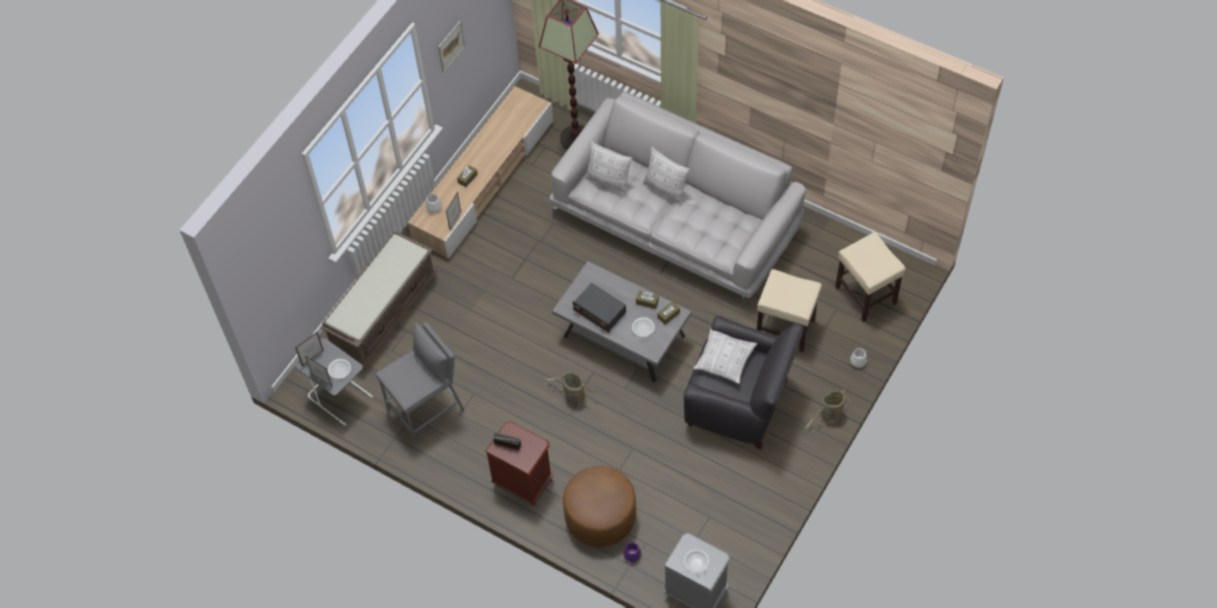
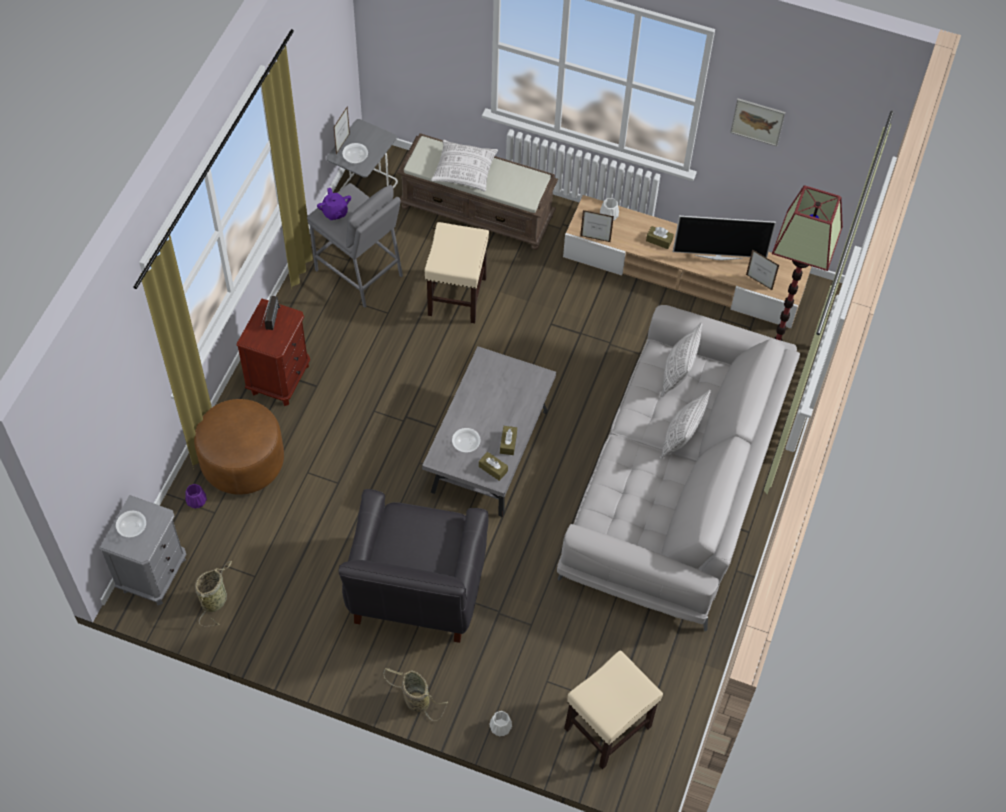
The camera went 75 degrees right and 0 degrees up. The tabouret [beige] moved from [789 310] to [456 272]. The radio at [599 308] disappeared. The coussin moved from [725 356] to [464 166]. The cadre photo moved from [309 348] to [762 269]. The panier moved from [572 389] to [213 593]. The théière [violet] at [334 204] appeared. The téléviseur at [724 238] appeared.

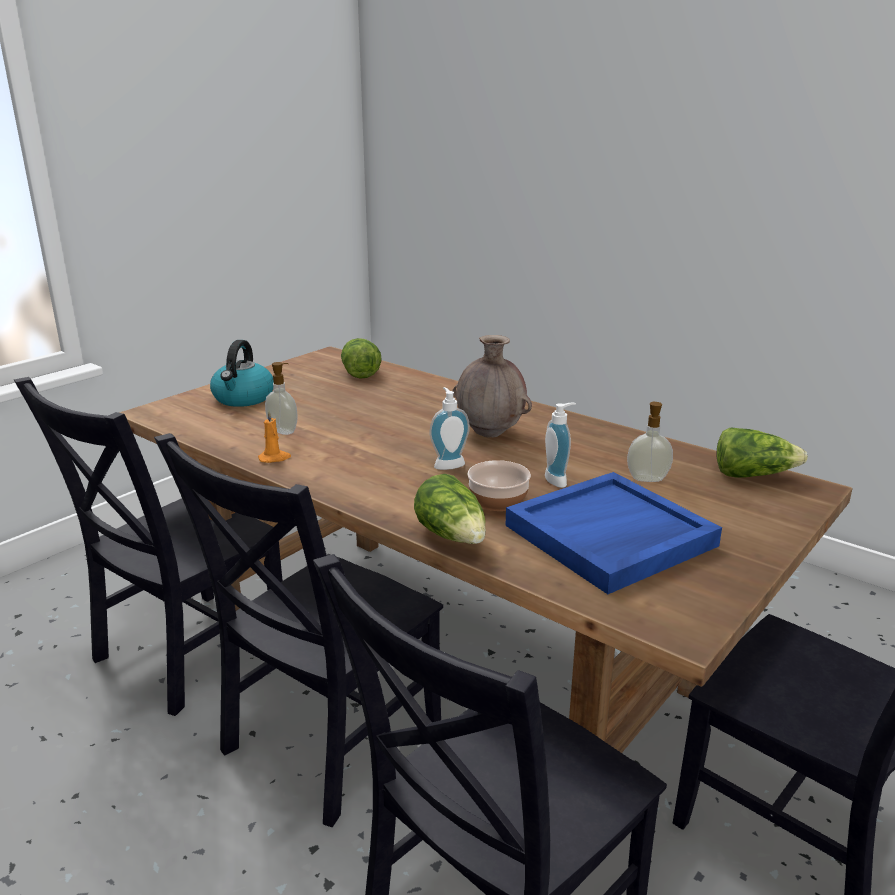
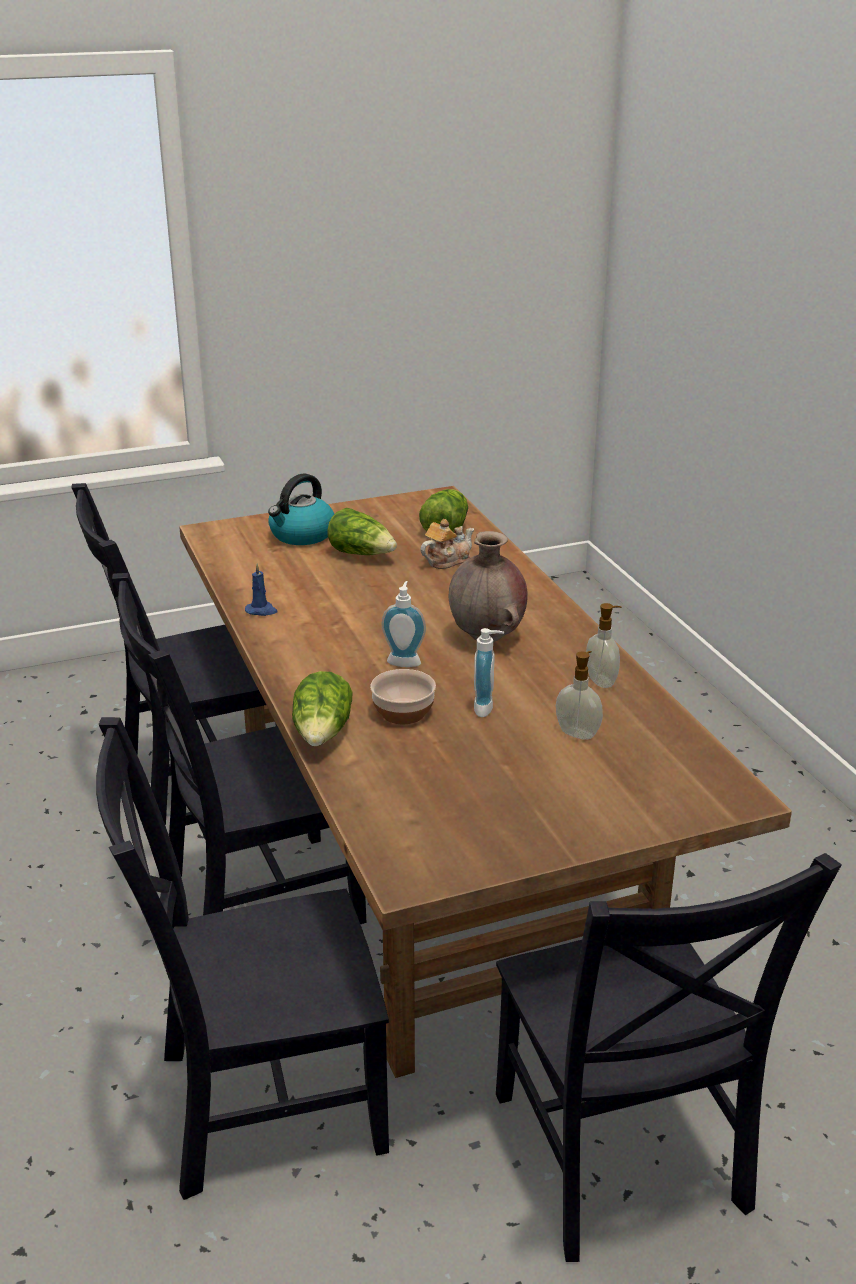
The camera went 30 degrees right and 5 degrees up. The distributeur de savon moved from [281 398] to [604 645]. The bougie [orange] at [274 436] became the bougie [bleu] at [261 589]. The laitue moved from [762 452] to [362 531]. The plateau [bleu] at [613 533] disappeared. The théière at [447 544] appeared.

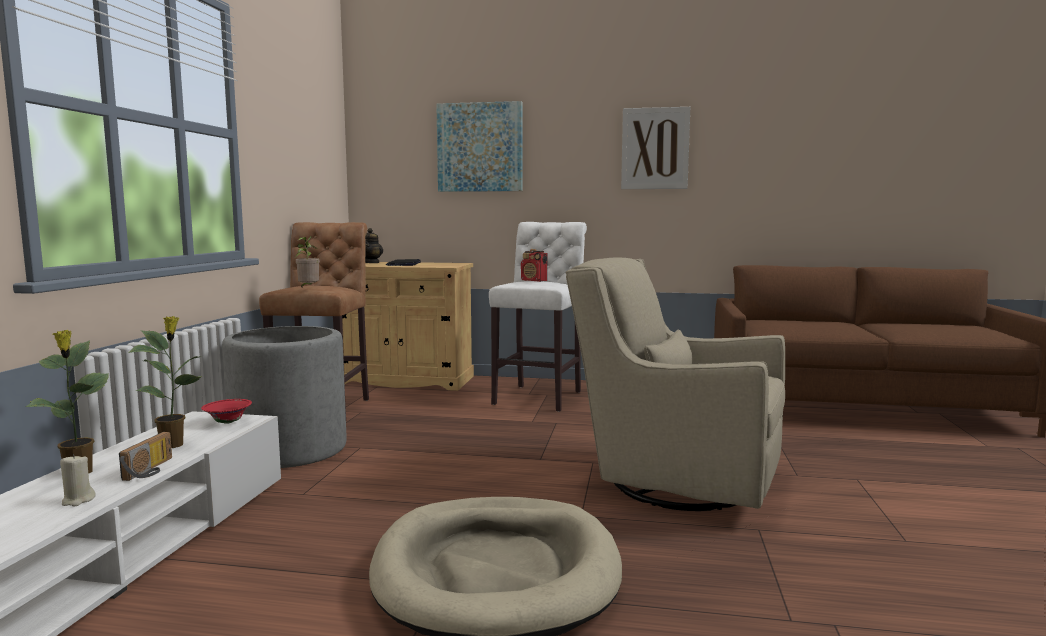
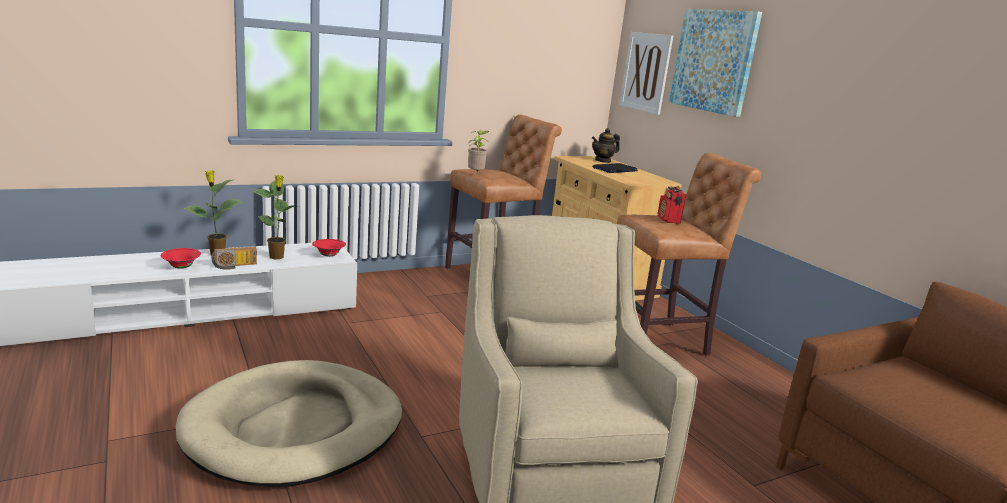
The camera went 50 degrees right and 10 degrees up. The tableau moved from [655 148] to [646 73]. The tabouret [blanc] at [538 317] became the tabouret [marron] at [689 254]. The cache-pot [gris] at [284 397] disappeared. The bougie [beige] at [77 480] was replaced by the bol [rouge] at [181 258].

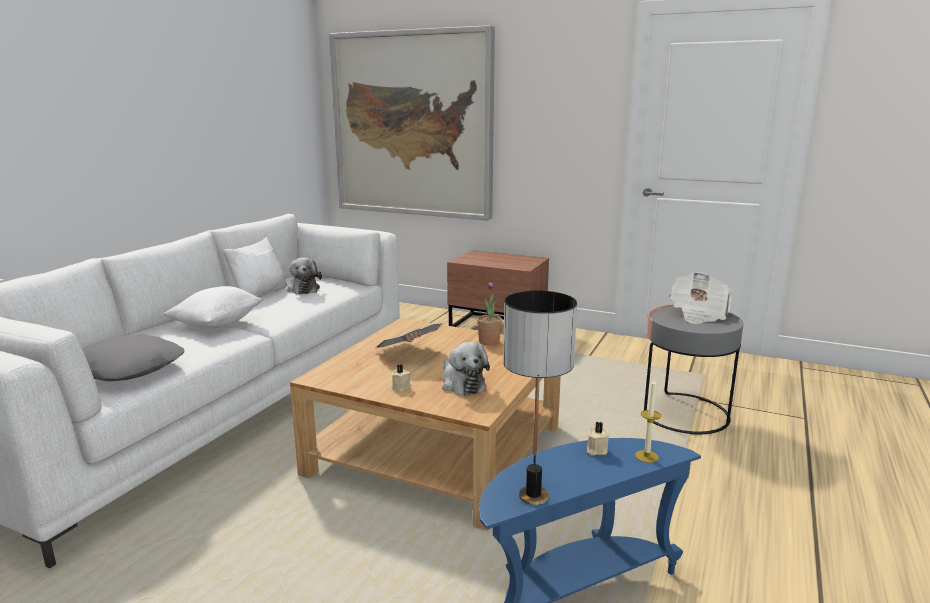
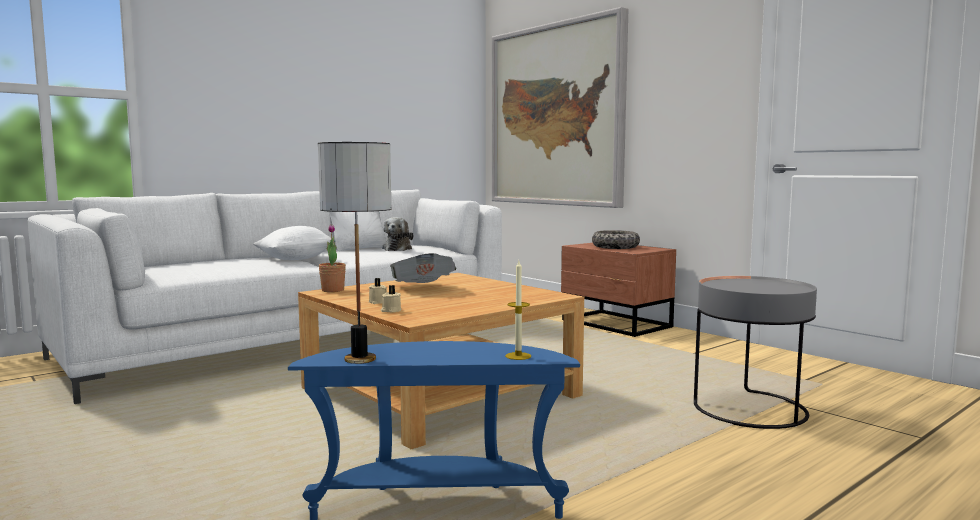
The camera went 25 degrees right and 10 degrees down. The journal at [700 298] disappeared. The plante en pot moved from [489 313] to [332 258]. The coussin [gris] at [133 357] disappeared. The peluche at [466 369] disappeared. The bougie [beige] moved from [598 439] to [391 299]. The bol at [616 239] appeared.

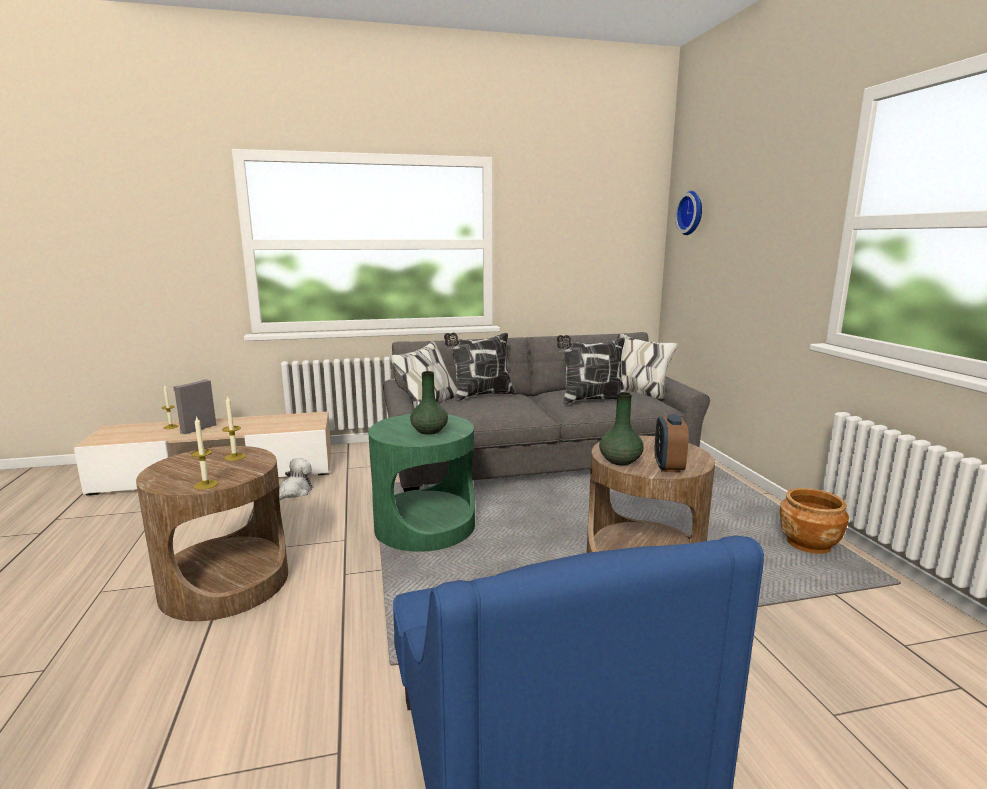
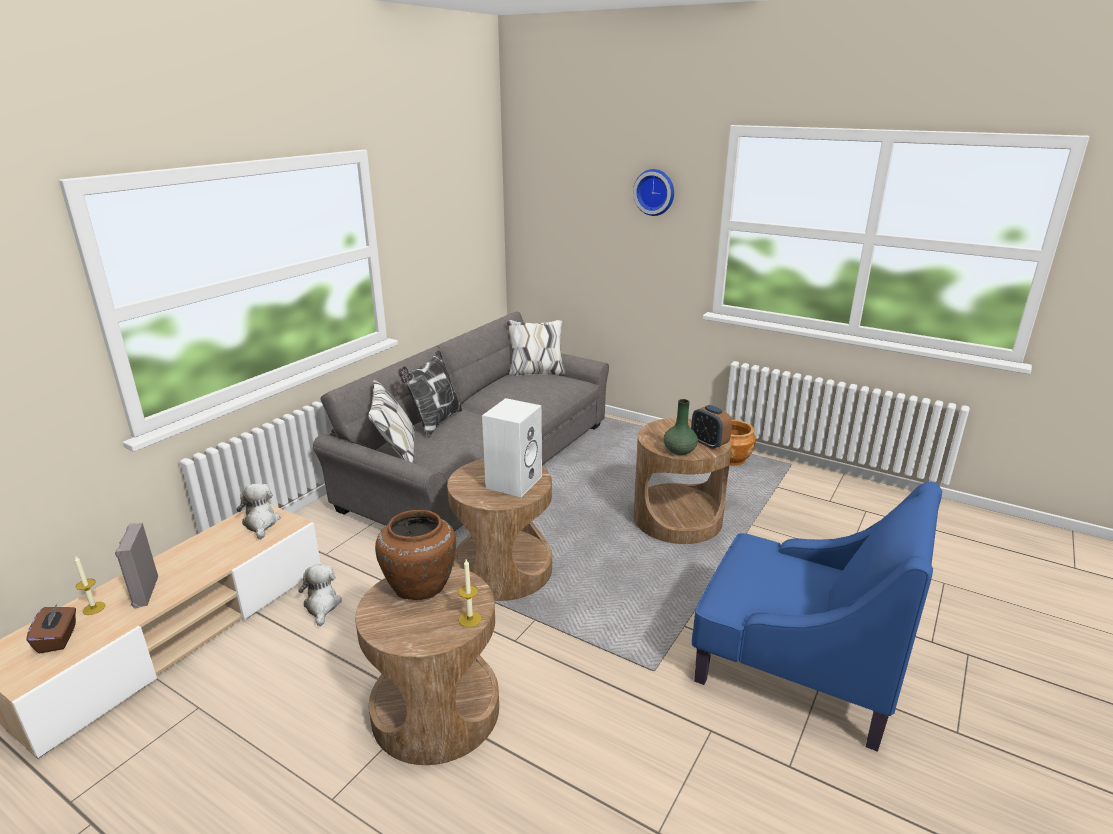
The camera went 45 degrees left and 10 degrees up. The horloge murale moved from [688 213] to [653 192]. The coussin at [591 370] disappeared. The vase [vert] at [429 403] was replaced by the enceinte [blanc] at [512 447]. The bougie at [234 428] was replaced by the vase [marron] at [415 555]. The table d'appoint [vert] at [421 483] became the table d'appoint [marron] at [499 530]. The peluche at [258 511] appeared. The boîte à mouchoirs [marron] at [51 628] appeared.

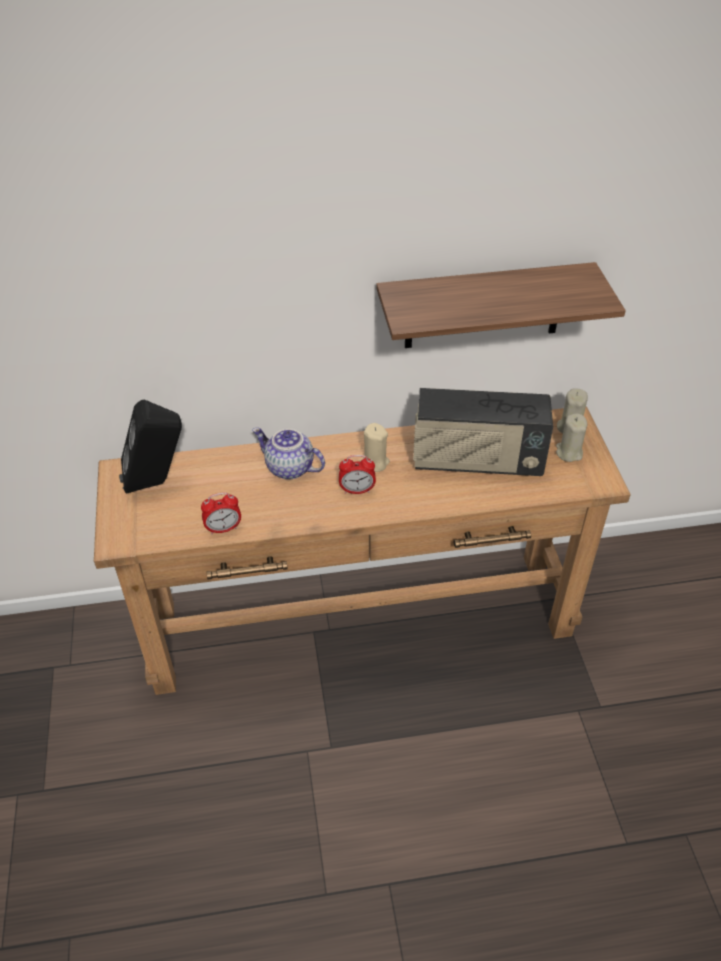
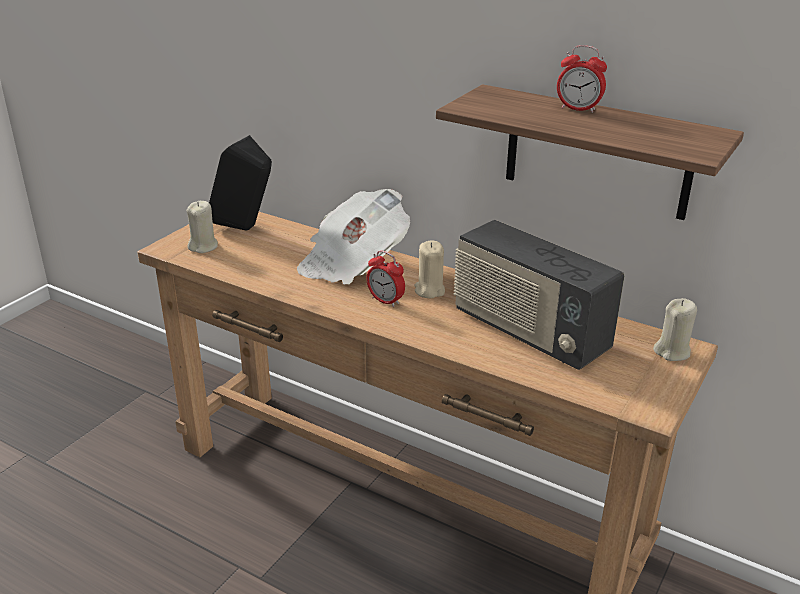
The camera went 40 degrees right and 15 degrees down. The bougie [beige] moved from [571 438] to [202 227]. The théière at [288 453] was replaced by the journal at [353 237]. The réveil moved from [221 513] to [582 79].

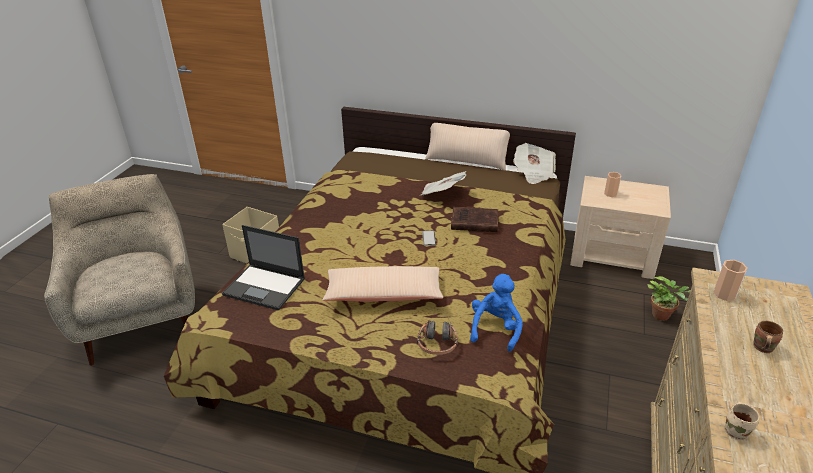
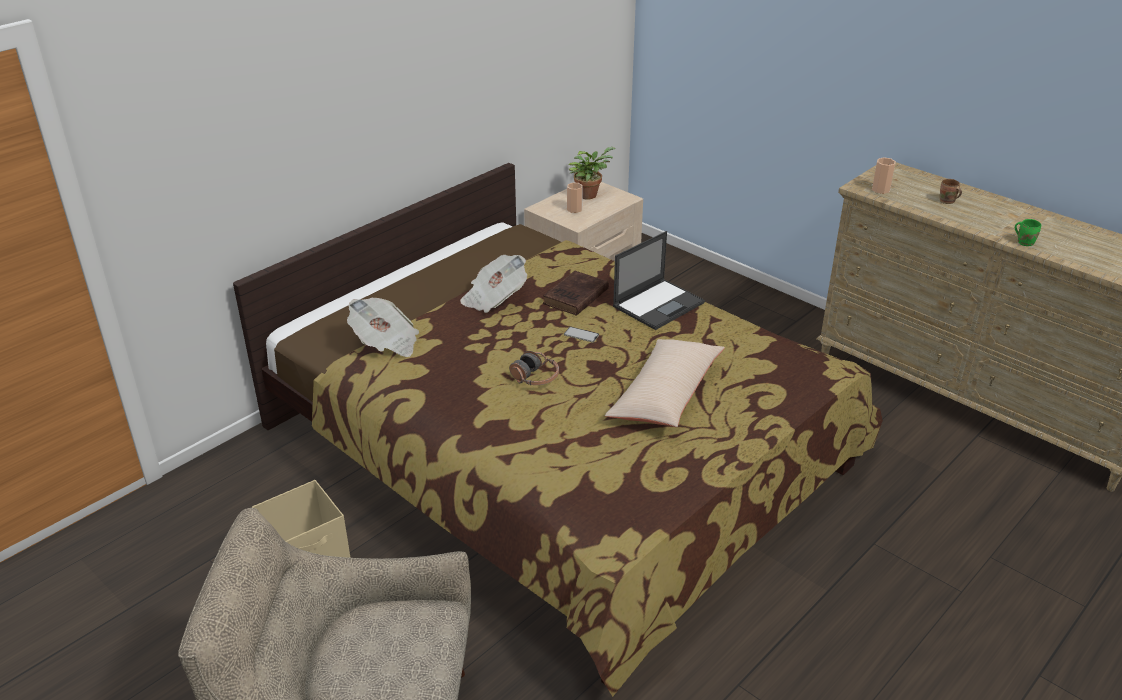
The camera went 65 degrees left and 0 degrees up. The coussin [beige] at [467 147] disappeared. The journal moved from [534 163] to [383 327]. The ordinateur portable moved from [263 268] to [659 280]. The peluche [bleu] at [496 312] disappeared. The plante en pot moved from [669 298] to [592 173]. The casque audio moved from [437 337] to [534 368]. The mug [beige] at [742 421] became the mug [vert] at [1028 232].

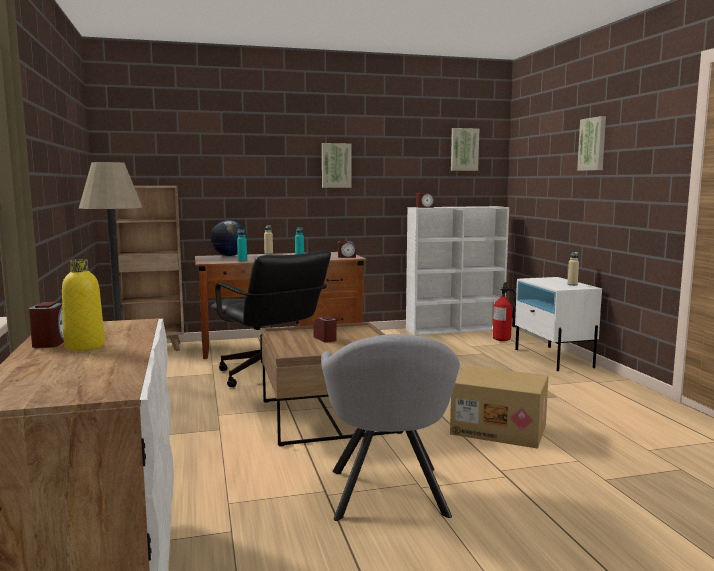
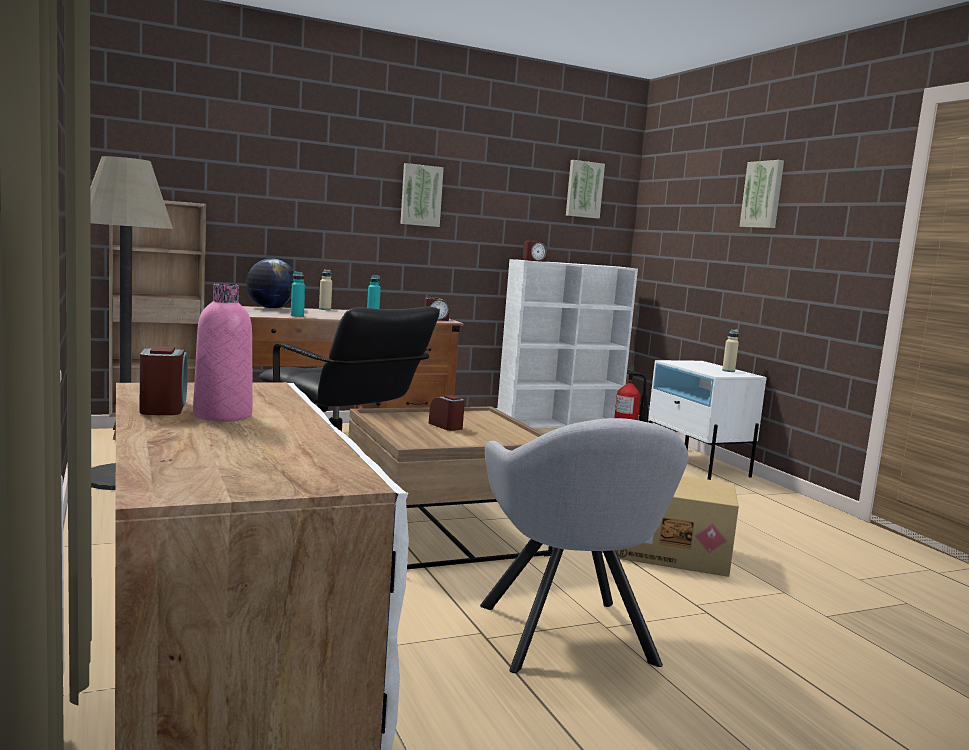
The camera went 10 degrees left and 0 degrees up. The bouteille [jaune] at [83 305] became the bouteille [rose] at [223 352].

